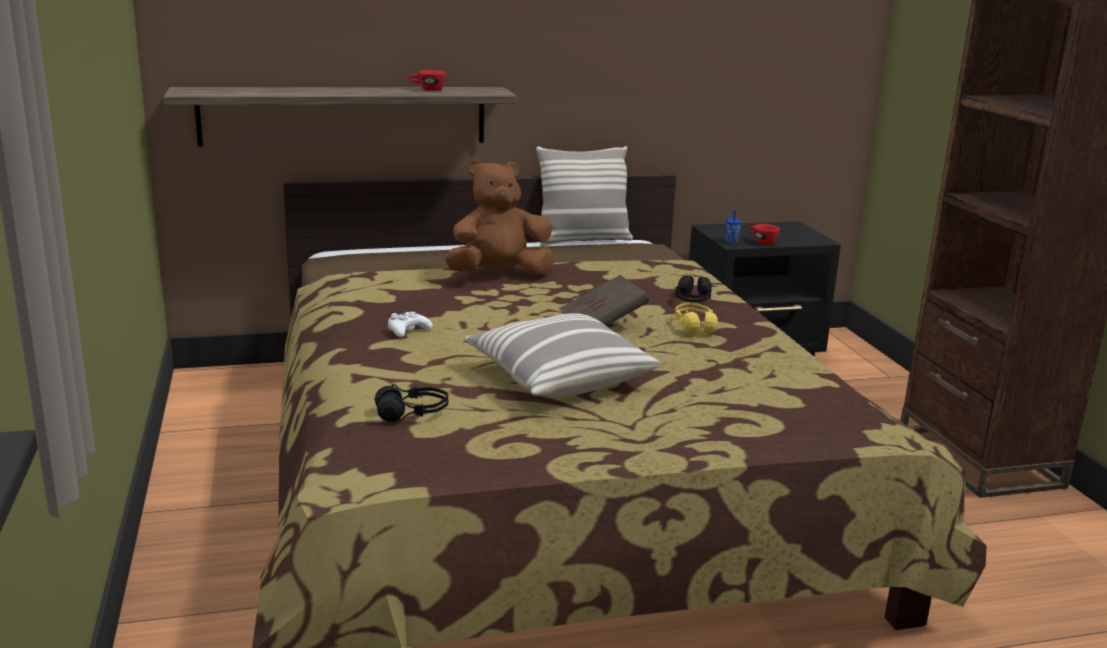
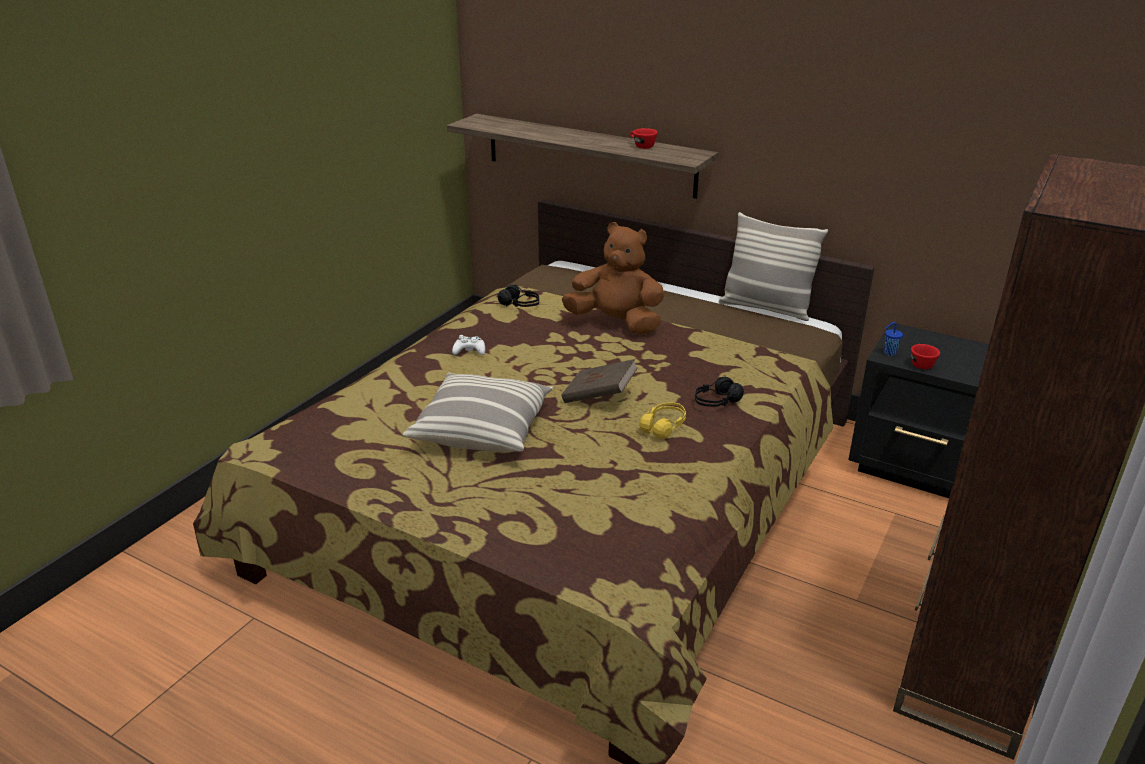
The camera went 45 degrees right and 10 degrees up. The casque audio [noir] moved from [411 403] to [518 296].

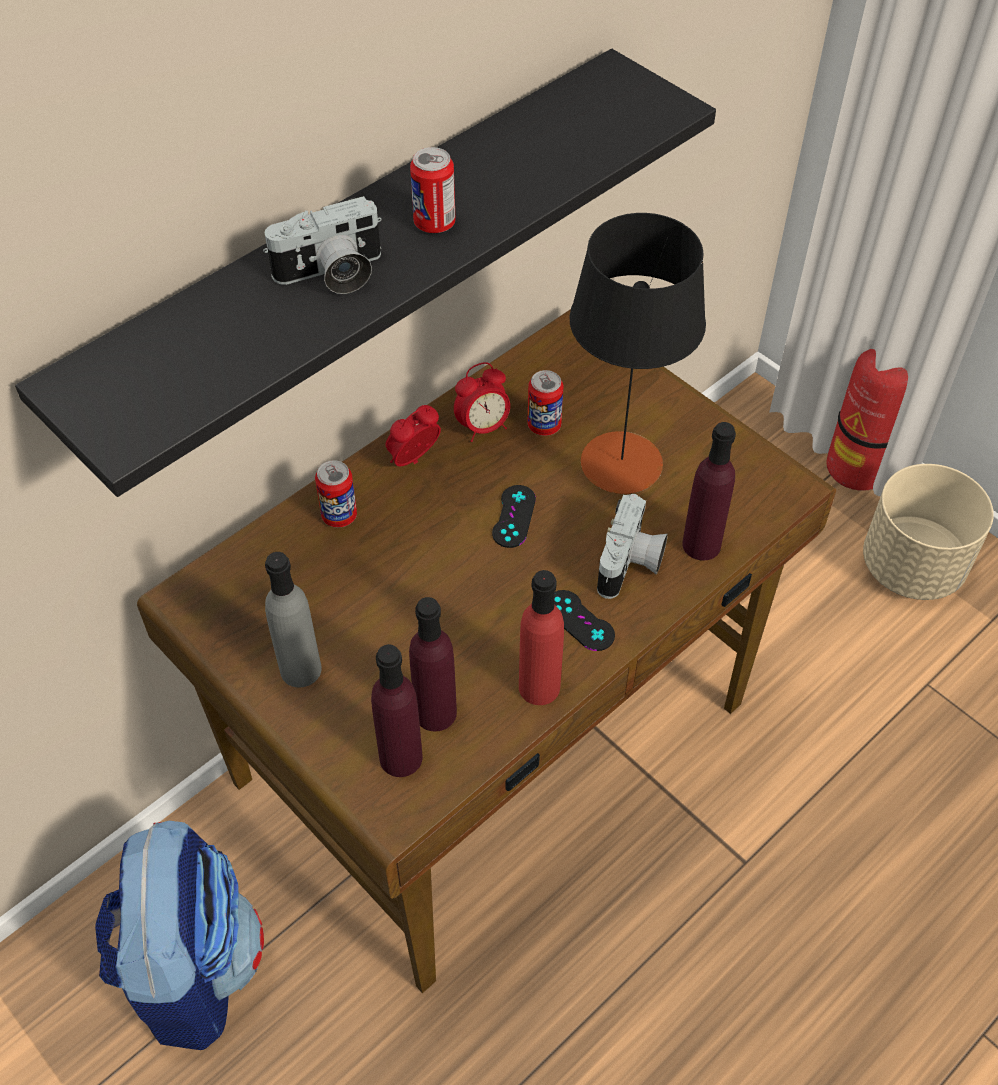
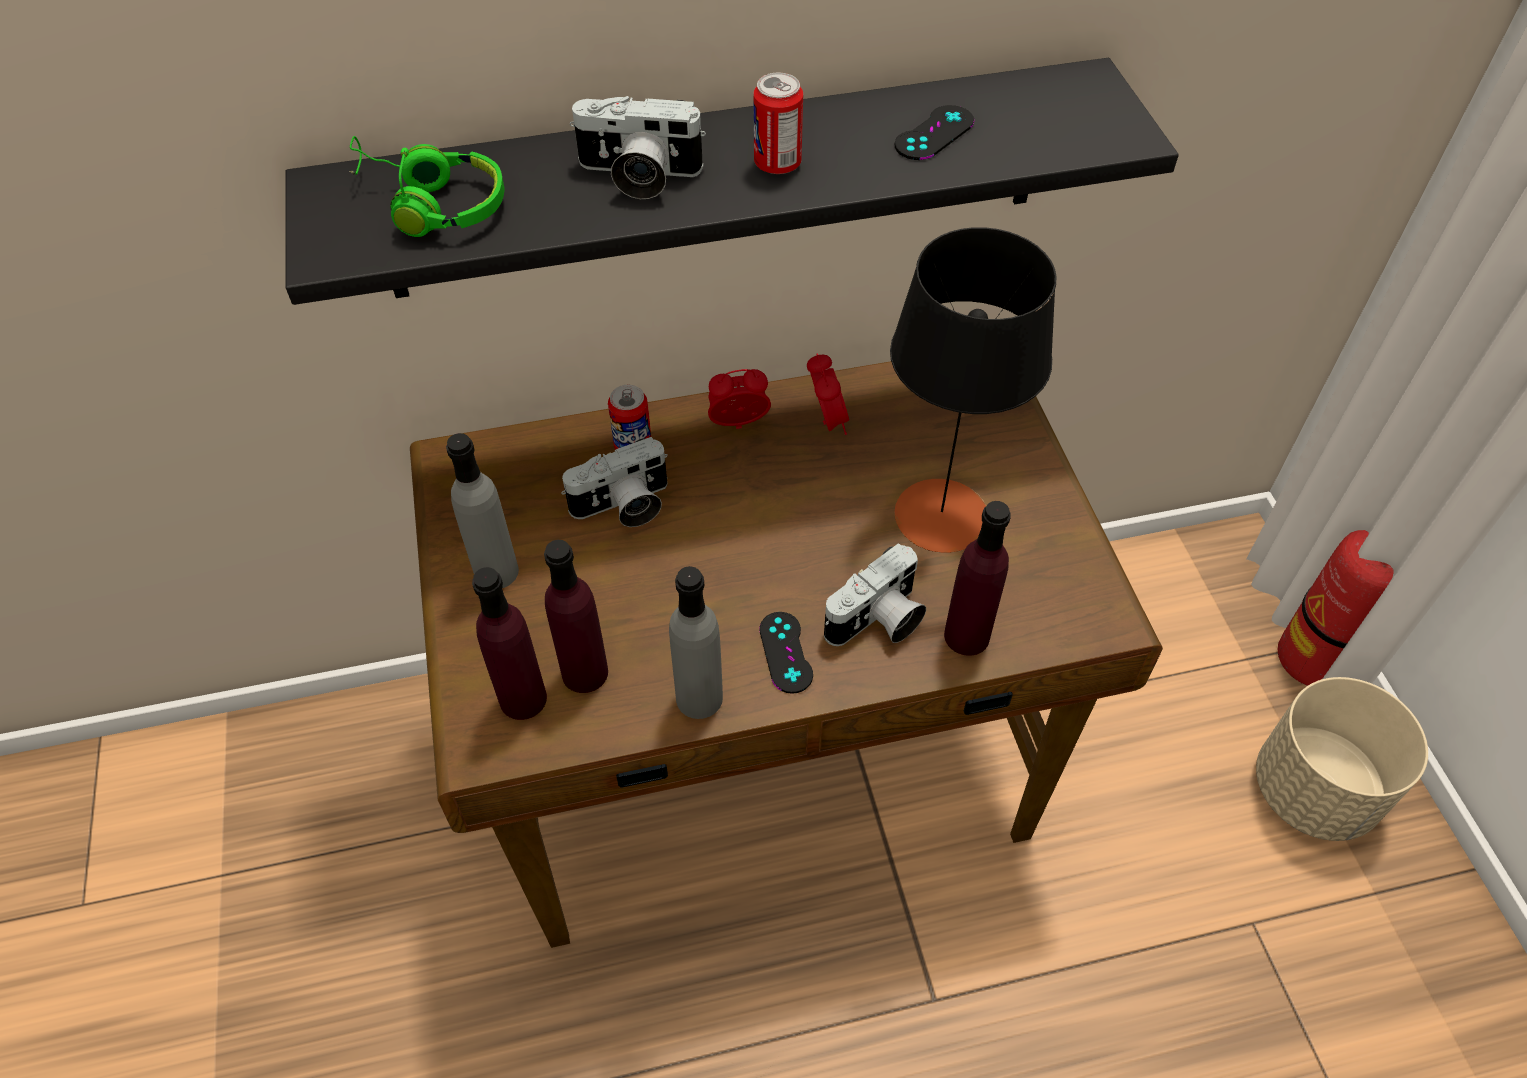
The camera went 30 degrees right and 0 degrees up. The réveil at [482 402] turned 105 degrees counterclockwise. The boîte métallique at [545 403] disappeared. The manette [noir] moved from [514 516] to [934 132]. The bouteille [rouge] at [541 637] became the bouteille [gris] at [696 642]. The sac à dos at [179 935] disappeared. The casque audio [vert] at [426 186] appeared. The appareil photo at [614 482] appeared.

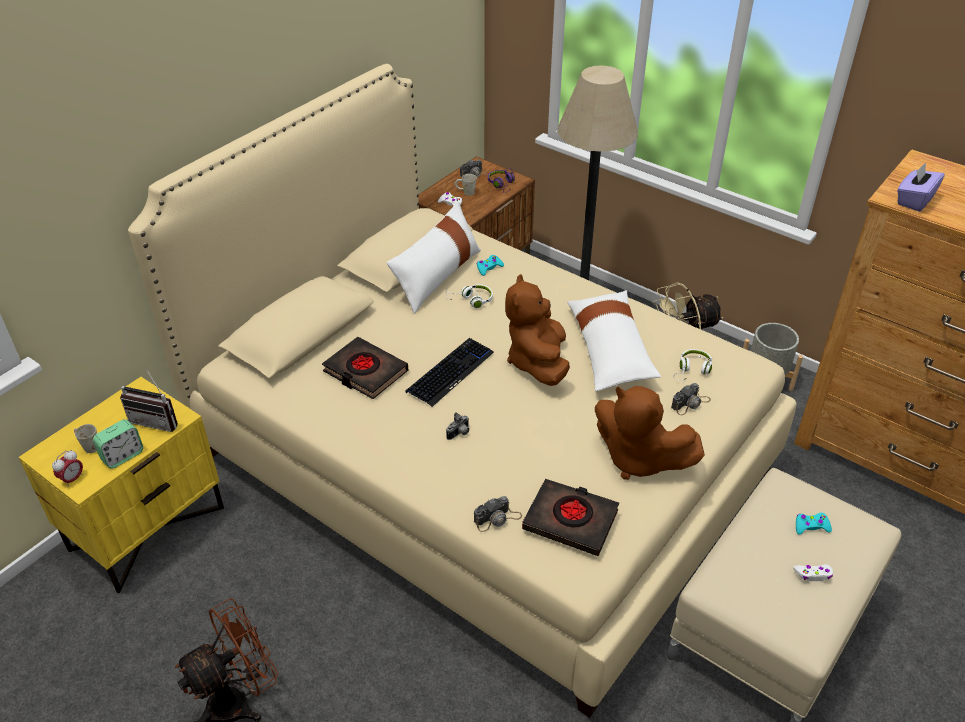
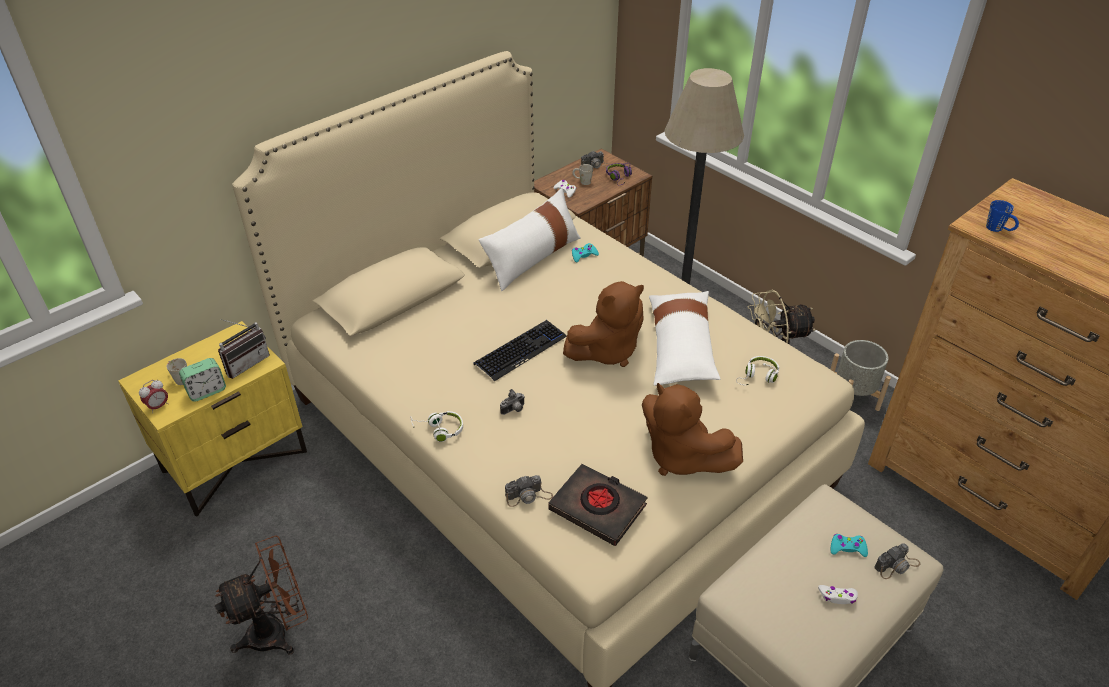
The camera went 10 degrees right and 0 degrees up. The boîte à mouchoirs [violet] at [921 187] was replaced by the mug [bleu] at [1002 216]. The peluche [marron] at [537 330] turned 135 degrees counterclockwise. The casque audio [blanc] moved from [469 296] to [436 426]. The livre [noir] at [365 368] disappeared. The radio at [149 400] turned 75 degrees counterclockwise. The appareil photo moved from [691 399] to [897 561].

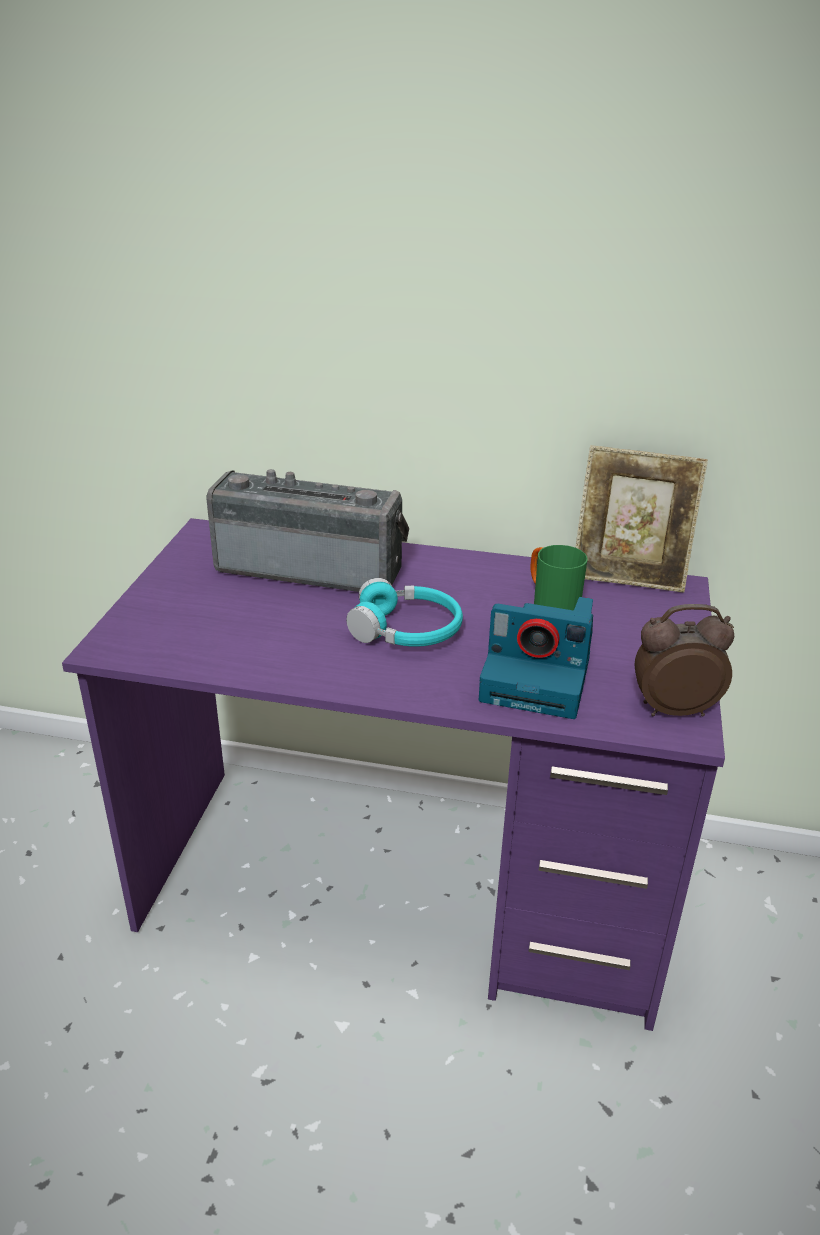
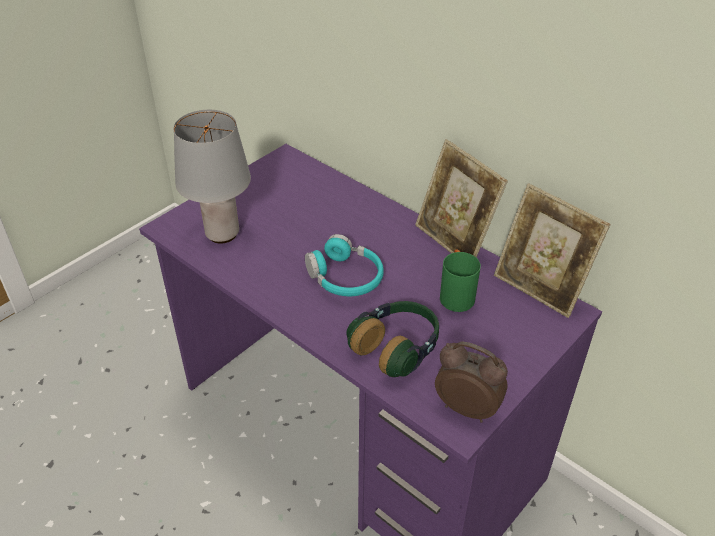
The camera went 30 degrees right and 10 degrees up. The radio at [307 530] disappeared. The appareil photo at [536 658] was replaced by the casque audio at [392 339]. The lampe de table [gris] at [212 177] appeared. The cadre photo at [461 198] appeared.

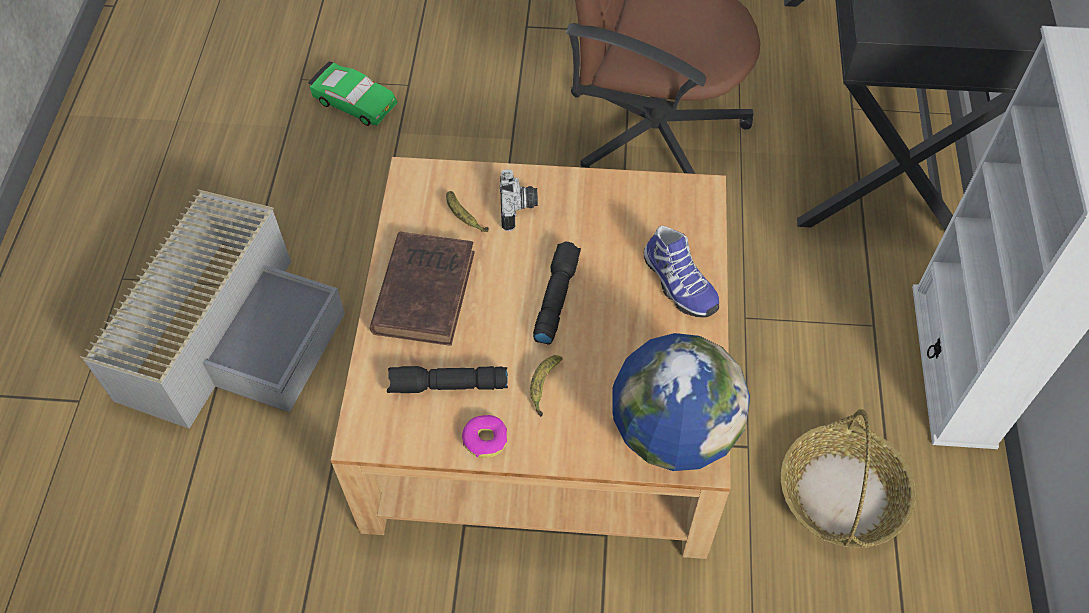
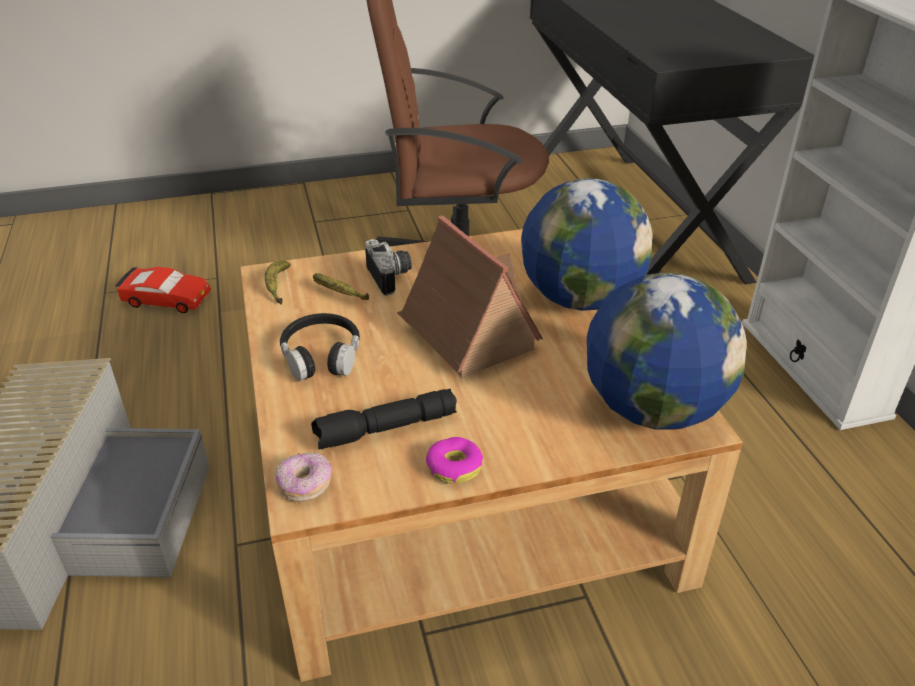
The camera went 20 degrees left and 20 degrees down. The petite voiture [vert] at [353 93] became the petite voiture [rouge] at [163 290]. The chaussure at [681 272] was replaced by the globe at [587 244]. The livre [marron] at [422 289] was replaced by the casque audio [noir] at [320 347]. The lampe de poche [noir] at [557 293] was replaced by the maison miniature at [470 297]. The banane moved from [546 386] to [278 282]. The panier at [848 478] disappeared. The beignet at [303 477] appeared.

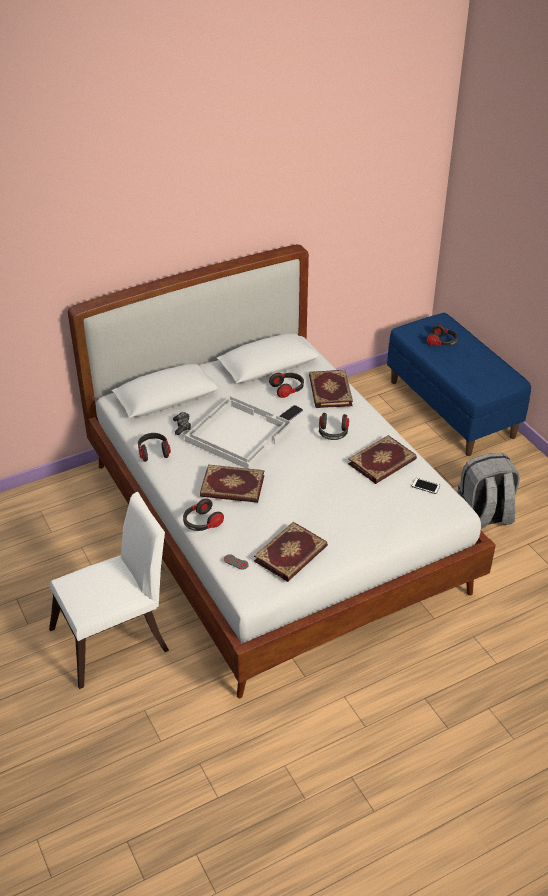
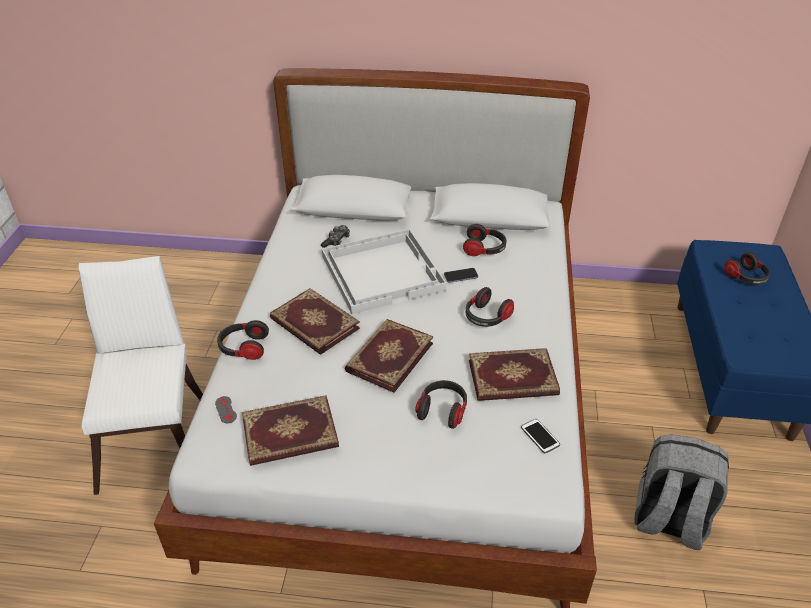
The camera went 35 degrees right and 0 degrees up. The livre moved from [331 389] to [389 356]. The casque audio moved from [154 447] to [441 404]. The chaise [blanc] at [109 590] turned 105 degrees counterclockwise.

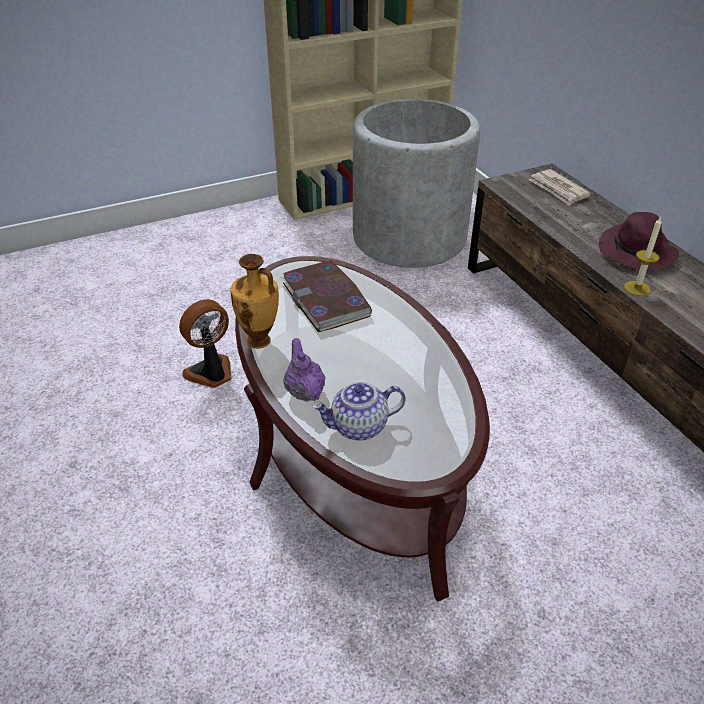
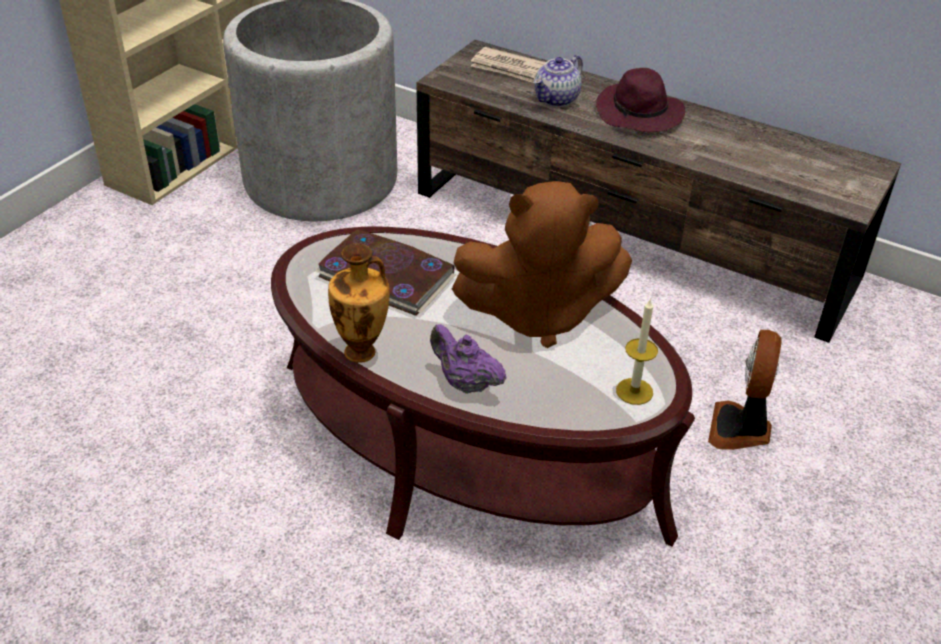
The camera went 35 degrees left and 0 degrees up. The bougie moved from [643 256] to [637 351]. The ventilateur moved from [205 343] to [745 390]. The théière moved from [359 411] to [558 81]. The peluche [marron] at [542 264] appeared.

